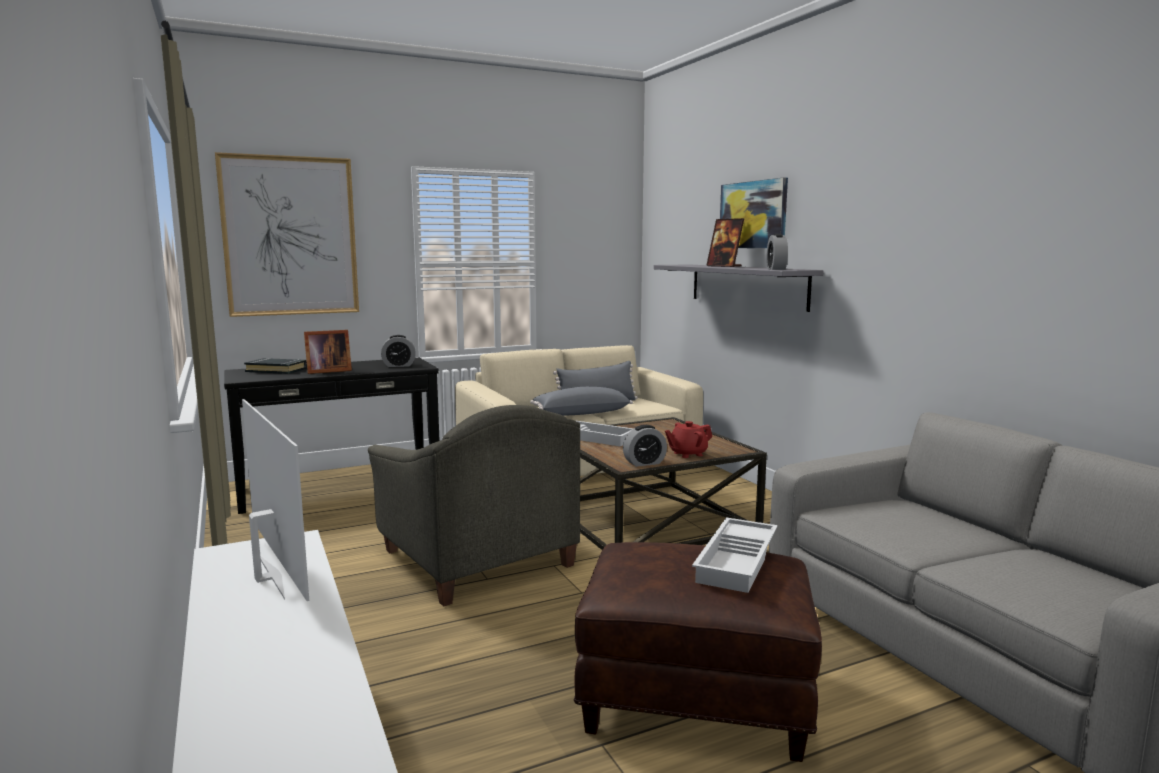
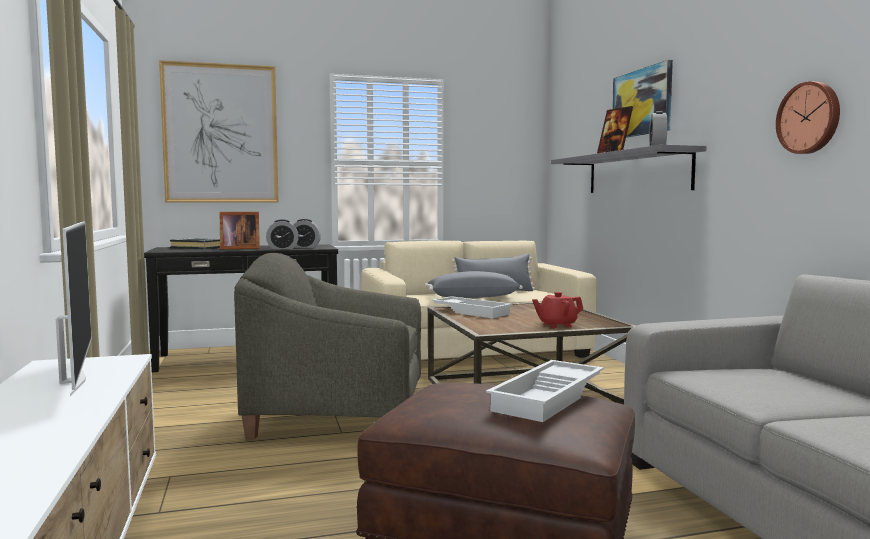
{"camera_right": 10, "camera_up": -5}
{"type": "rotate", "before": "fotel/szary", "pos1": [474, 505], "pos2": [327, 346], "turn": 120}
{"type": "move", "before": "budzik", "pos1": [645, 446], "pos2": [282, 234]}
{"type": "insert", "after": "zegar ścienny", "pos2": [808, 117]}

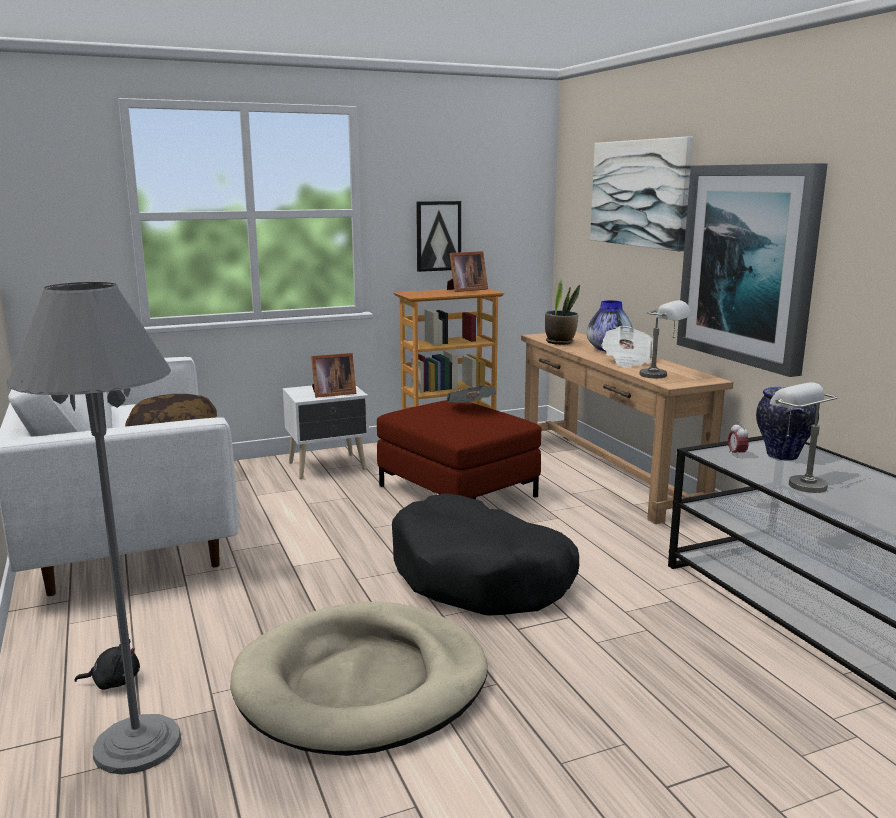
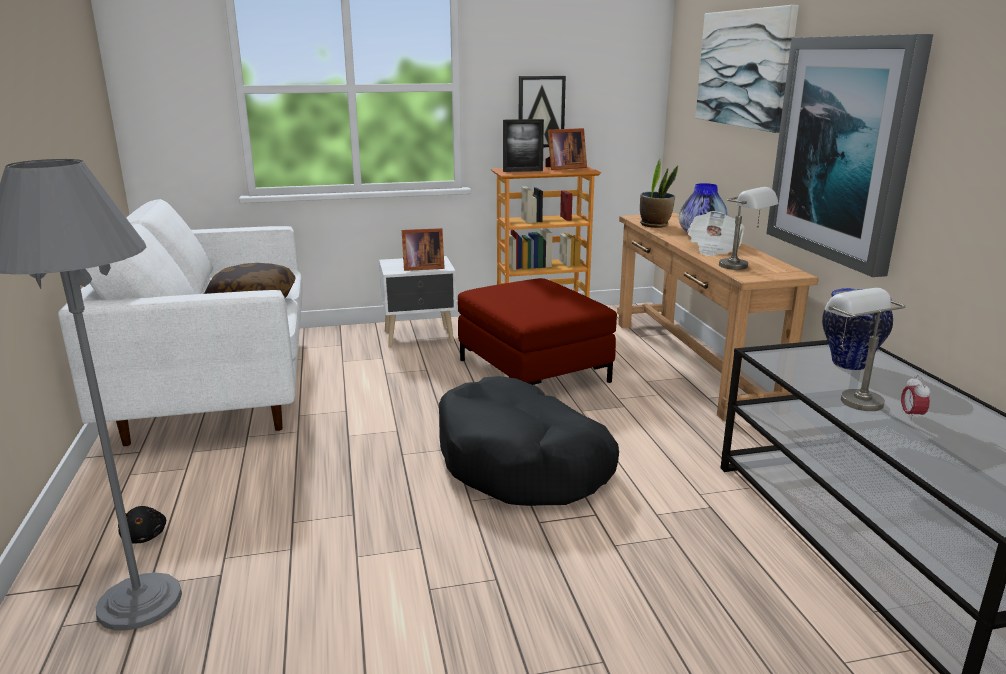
{"camera_right": 10, "camera_up": 5}
{"type": "delete", "before": "gazeta", "pos1": [471, 394]}
{"type": "move", "before": "budzik", "pos1": [738, 440], "pos2": [915, 398]}
{"type": "delete", "before": "legowisko/beżowy", "pos1": [359, 679]}
{"type": "rotate", "before": "pluszak/czarny", "pos1": [107, 664], "pos2": [142, 525], "turn": 60}
{"type": "insert", "after": "ramka na zdjęcie", "pos2": [523, 145]}

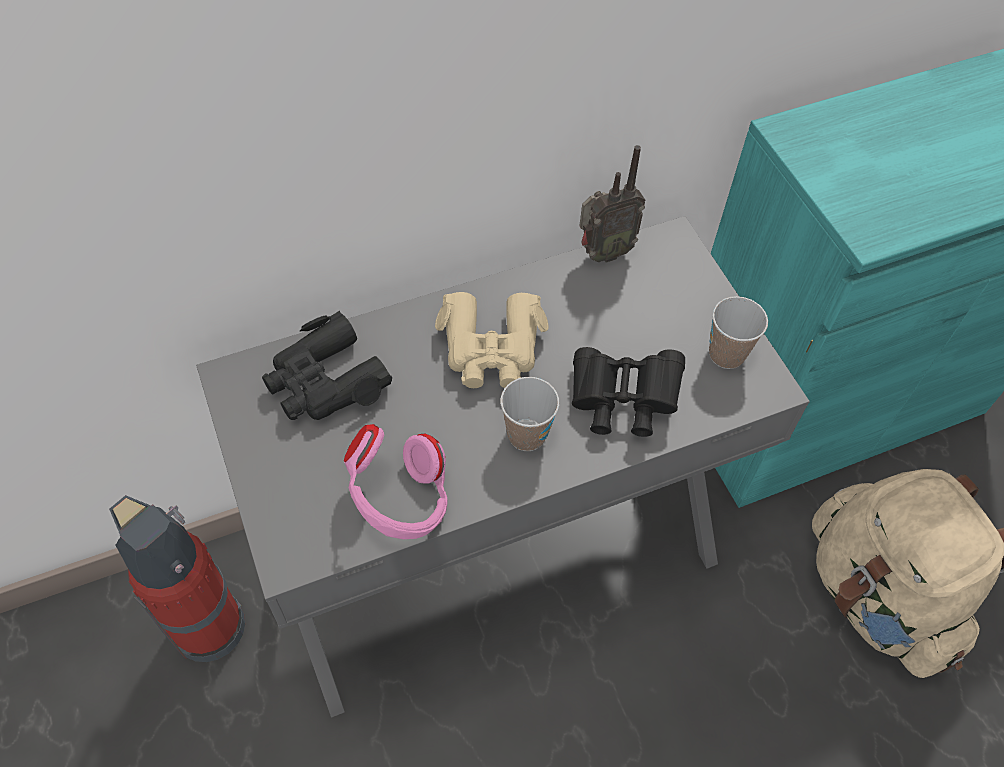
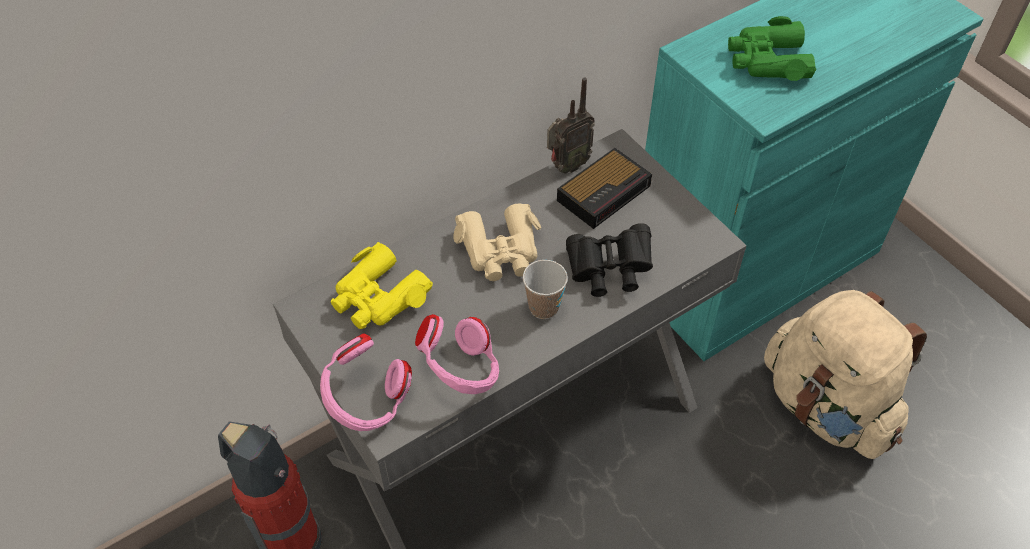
{"camera_right": -10, "camera_up": -5}
{"type": "delete", "before": "filiżanka", "pos1": [738, 332]}
{"type": "recolor", "before": "lornetka/czarny", "after": "lornetka/żółty", "pos1": [327, 365], "pos2": [382, 285]}
{"type": "insert", "after": "lornetka/zielony", "pos2": [772, 48]}
{"type": "insert", "after": "budzik", "pos2": [604, 188]}
{"type": "insert", "after": "słuchawki/różowy", "pos2": [366, 382]}

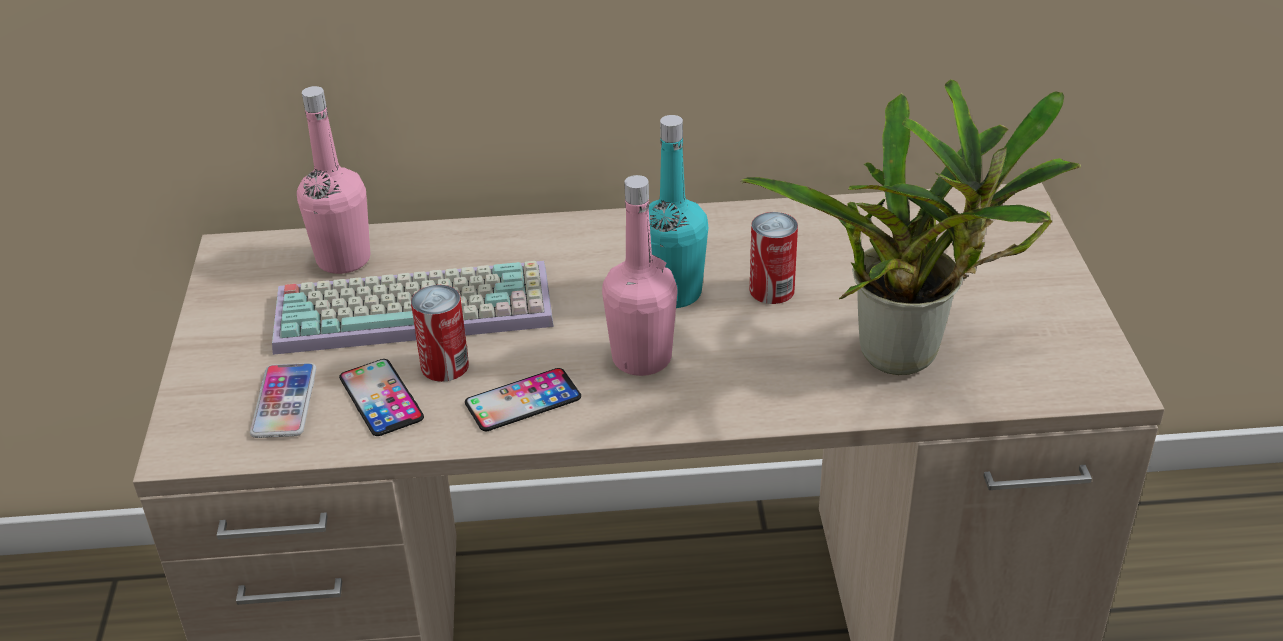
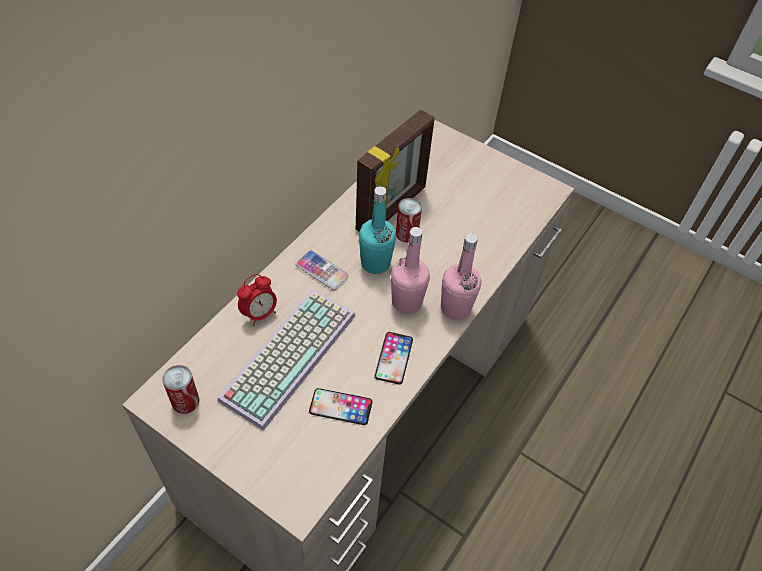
{"camera_right": -55, "camera_up": 15}
{"type": "delete", "before": "roślina doniczkowa", "pos1": [911, 227]}
{"type": "move", "before": "butelka/różowy", "pos1": [333, 180], "pos2": [461, 276]}
{"type": "move", "before": "puszka", "pos1": [440, 333], "pos2": [181, 389]}
{"type": "move", "before": "telefon", "pos1": [283, 400], "pos2": [322, 270]}
{"type": "insert", "after": "ramka na zdjęcie", "pos2": [395, 171]}
{"type": "insert", "after": "budzik", "pos2": [257, 300]}

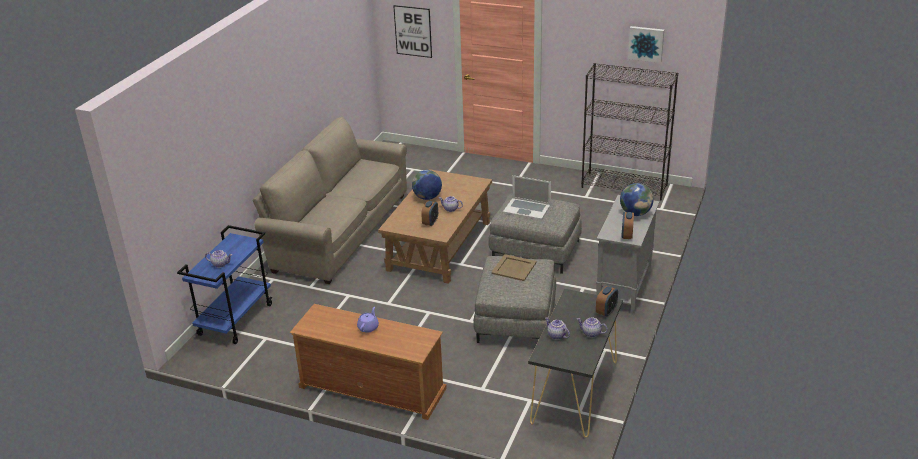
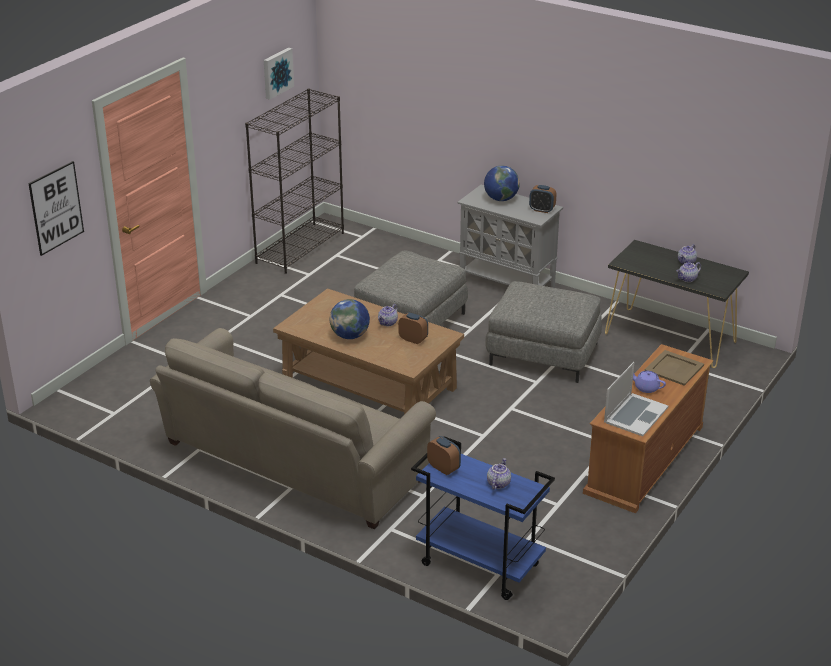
{"camera_right": -80, "camera_up": 0}
{"type": "move", "before": "laptop", "pos1": [527, 197], "pos2": [636, 399]}
{"type": "move", "before": "taca/beżowy", "pos1": [514, 267], "pos2": [674, 368]}
{"type": "move", "before": "budzik", "pos1": [607, 301], "pos2": [444, 455]}

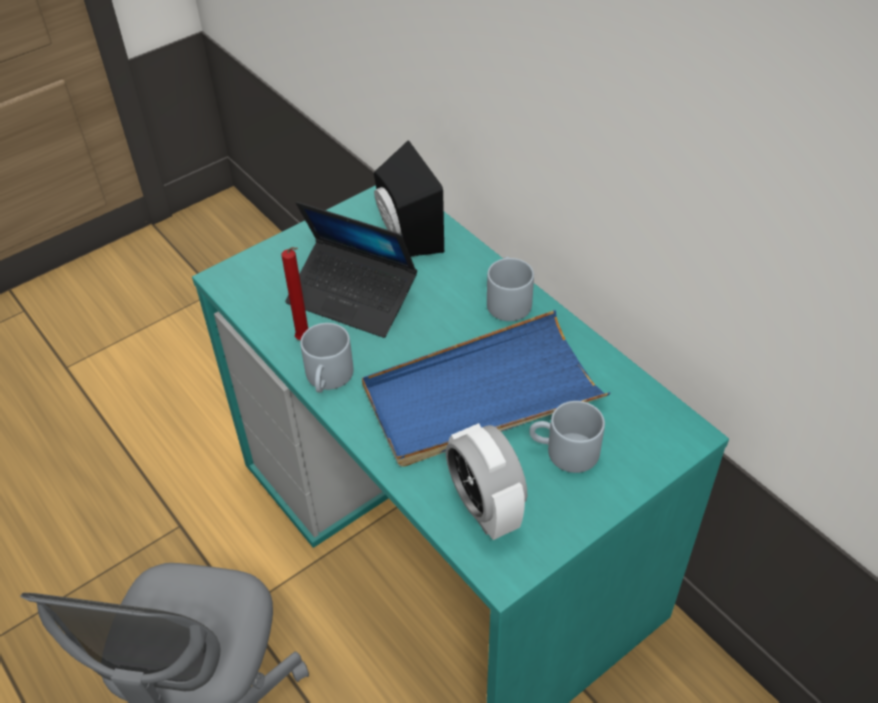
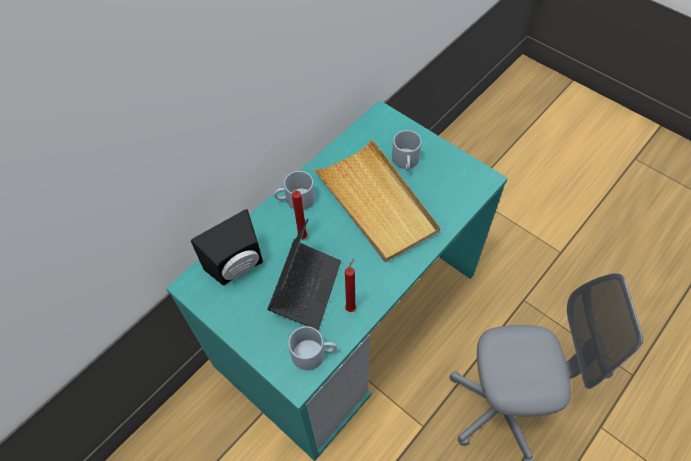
{"camera_right": -100, "camera_up": 10}
{"type": "recolor", "before": "taca/niebieski", "after": "taca/beżowy", "pos1": [486, 388], "pos2": [376, 200]}
{"type": "move", "before": "kubek/szary", "pos1": [327, 357], "pos2": [312, 348]}
{"type": "delete", "before": "budzik", "pos1": [486, 481]}
{"type": "insert", "after": "świeca/czerwony", "pos2": [300, 210]}

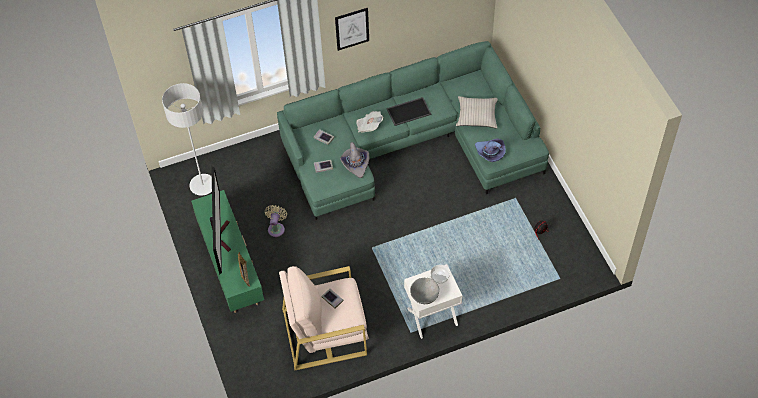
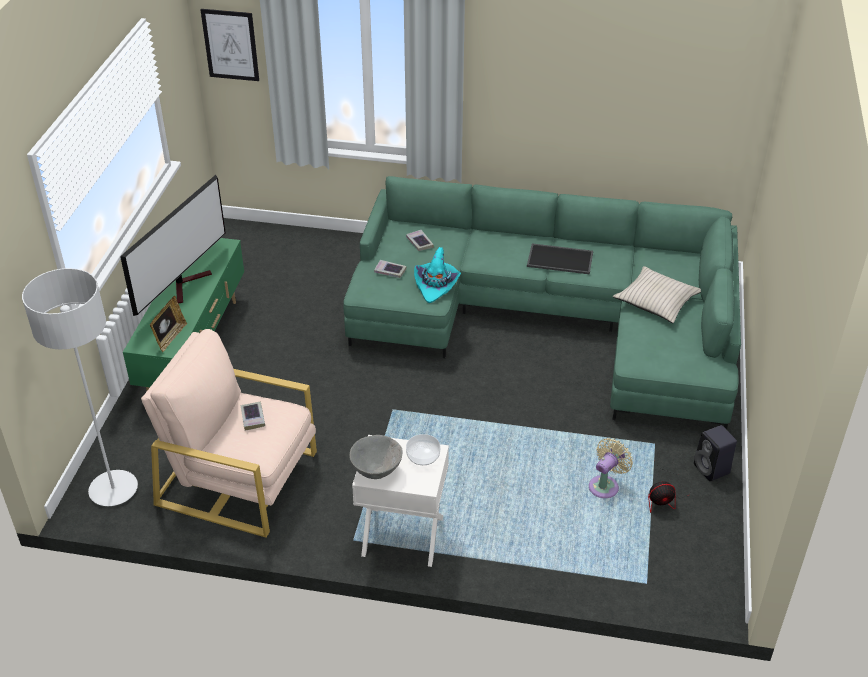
{"camera_right": 30, "camera_up": -15}
{"type": "move", "before": "obraz", "pos1": [352, 29], "pos2": [229, 45]}
{"type": "move", "before": "lampa stojąca/szary", "pos1": [187, 139], "pos2": [80, 387]}
{"type": "delete", "before": "gazeta", "pos1": [369, 122]}
{"type": "delete", "before": "kapelusz/fioletowy", "pos1": [490, 150]}
{"type": "recolor", "before": "kapelusz/szary", "after": "kapelusz/turkusowy", "pos1": [354, 160], "pos2": [437, 275]}
{"type": "move", "before": "wentylator/beżowy", "pos1": [276, 221], "pos2": [611, 468]}
{"type": "insert", "after": "głośnik/czarny", "pos2": [715, 453]}

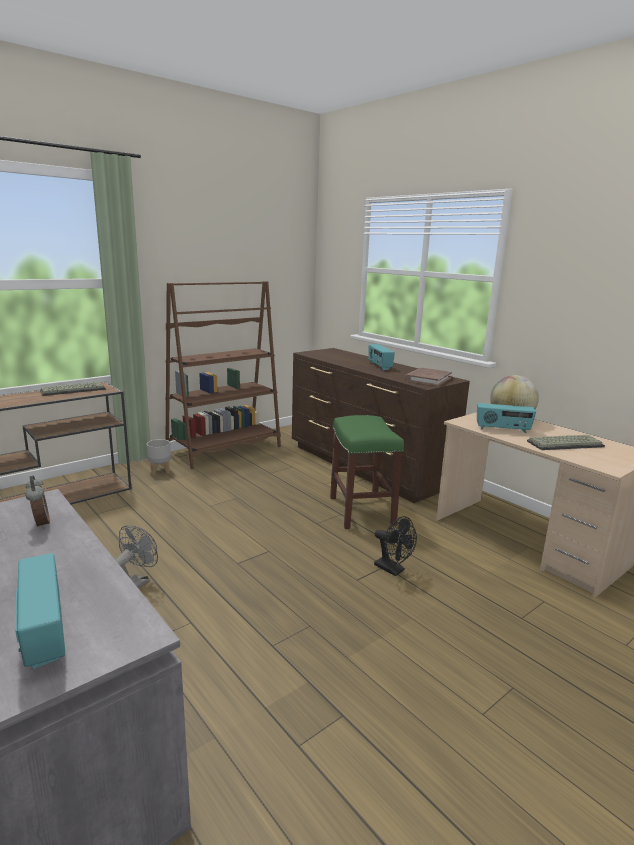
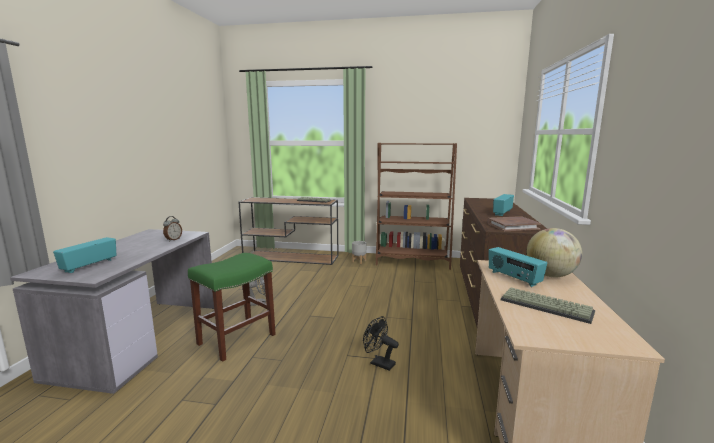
{"camera_right": 50, "camera_up": -5}
{"type": "move", "before": "stołek/zielony", "pos1": [367, 472], "pos2": [232, 307]}
{"type": "rotate", "before": "wentylator/czarny", "pos1": [395, 546], "pos2": [381, 343], "turn": 120}

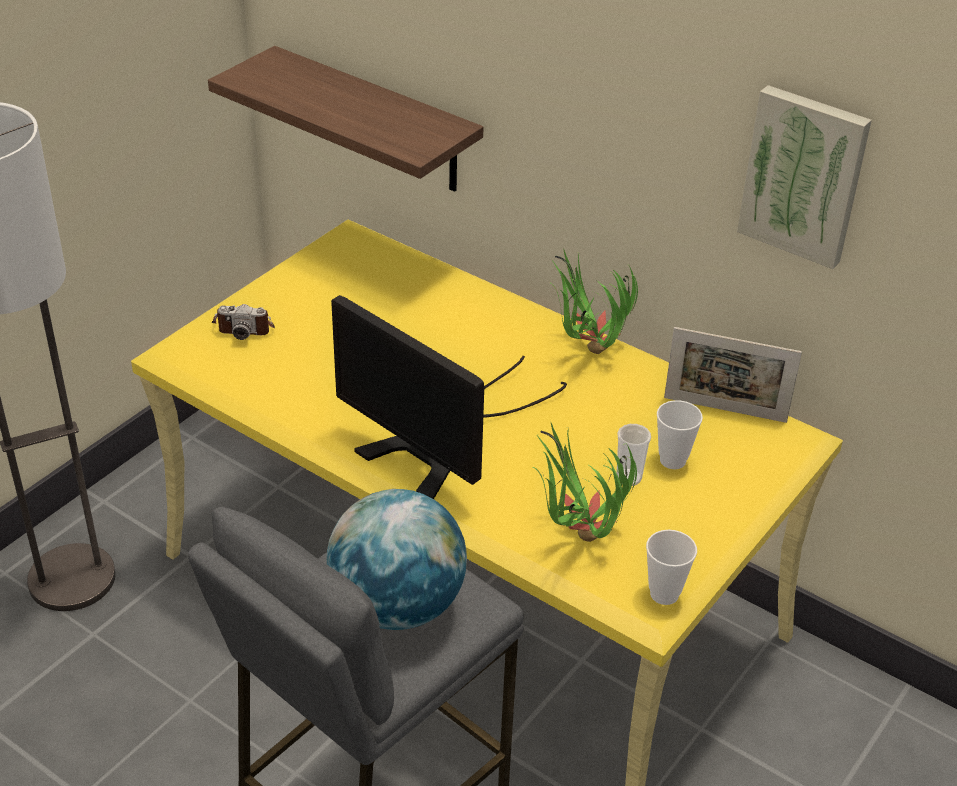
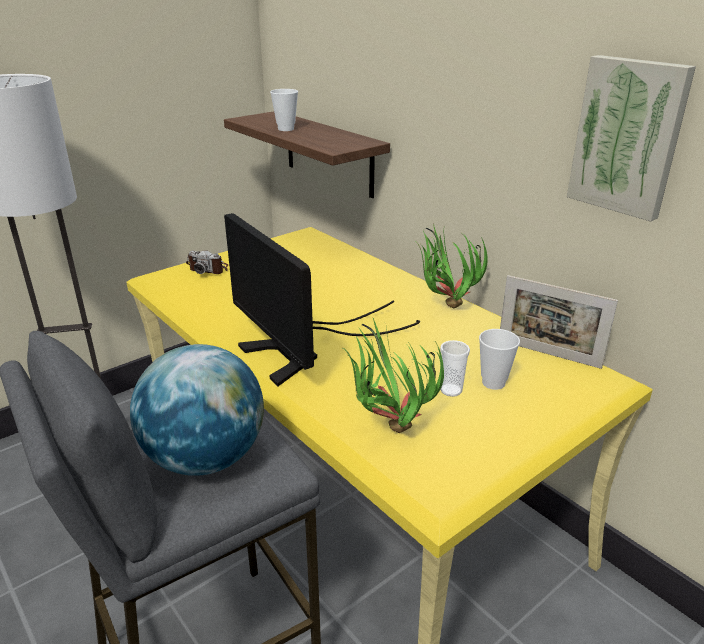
{"camera_right": 15, "camera_up": -10}
{"type": "move", "before": "filiżanka", "pos1": [671, 567], "pos2": [284, 110]}

